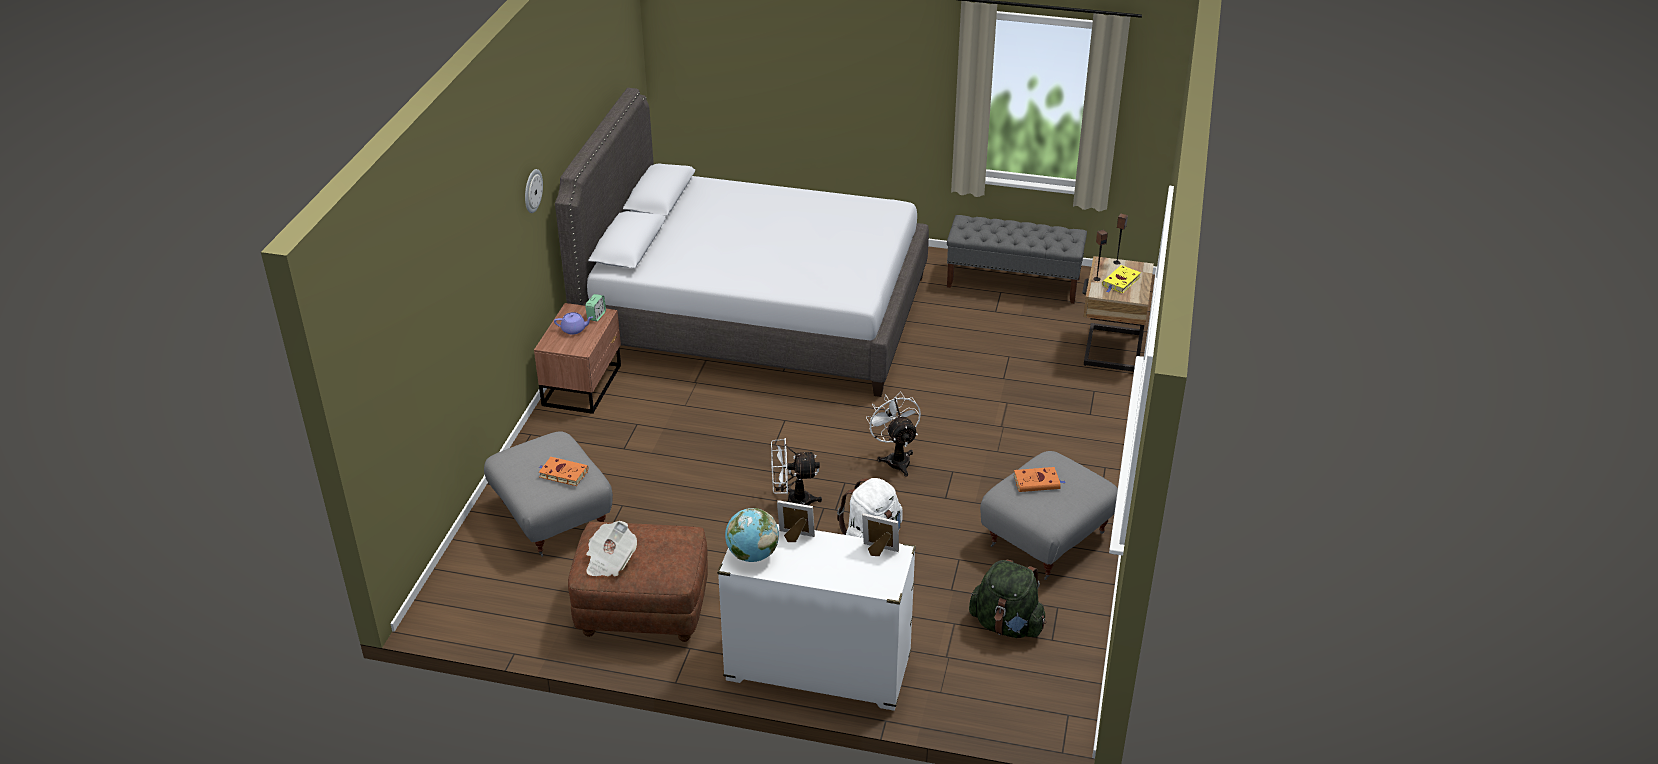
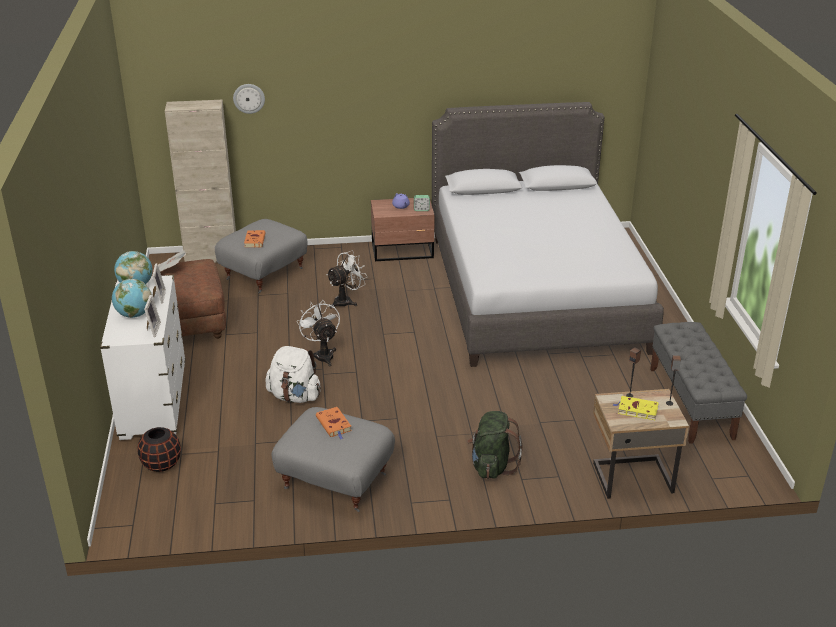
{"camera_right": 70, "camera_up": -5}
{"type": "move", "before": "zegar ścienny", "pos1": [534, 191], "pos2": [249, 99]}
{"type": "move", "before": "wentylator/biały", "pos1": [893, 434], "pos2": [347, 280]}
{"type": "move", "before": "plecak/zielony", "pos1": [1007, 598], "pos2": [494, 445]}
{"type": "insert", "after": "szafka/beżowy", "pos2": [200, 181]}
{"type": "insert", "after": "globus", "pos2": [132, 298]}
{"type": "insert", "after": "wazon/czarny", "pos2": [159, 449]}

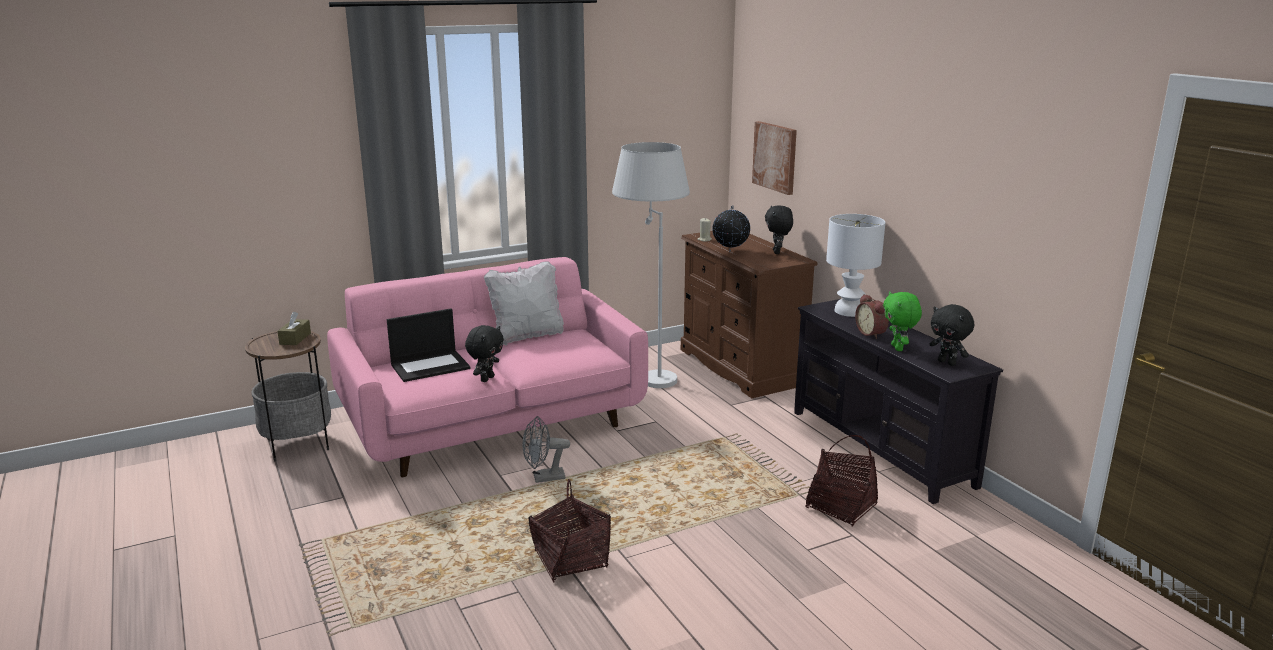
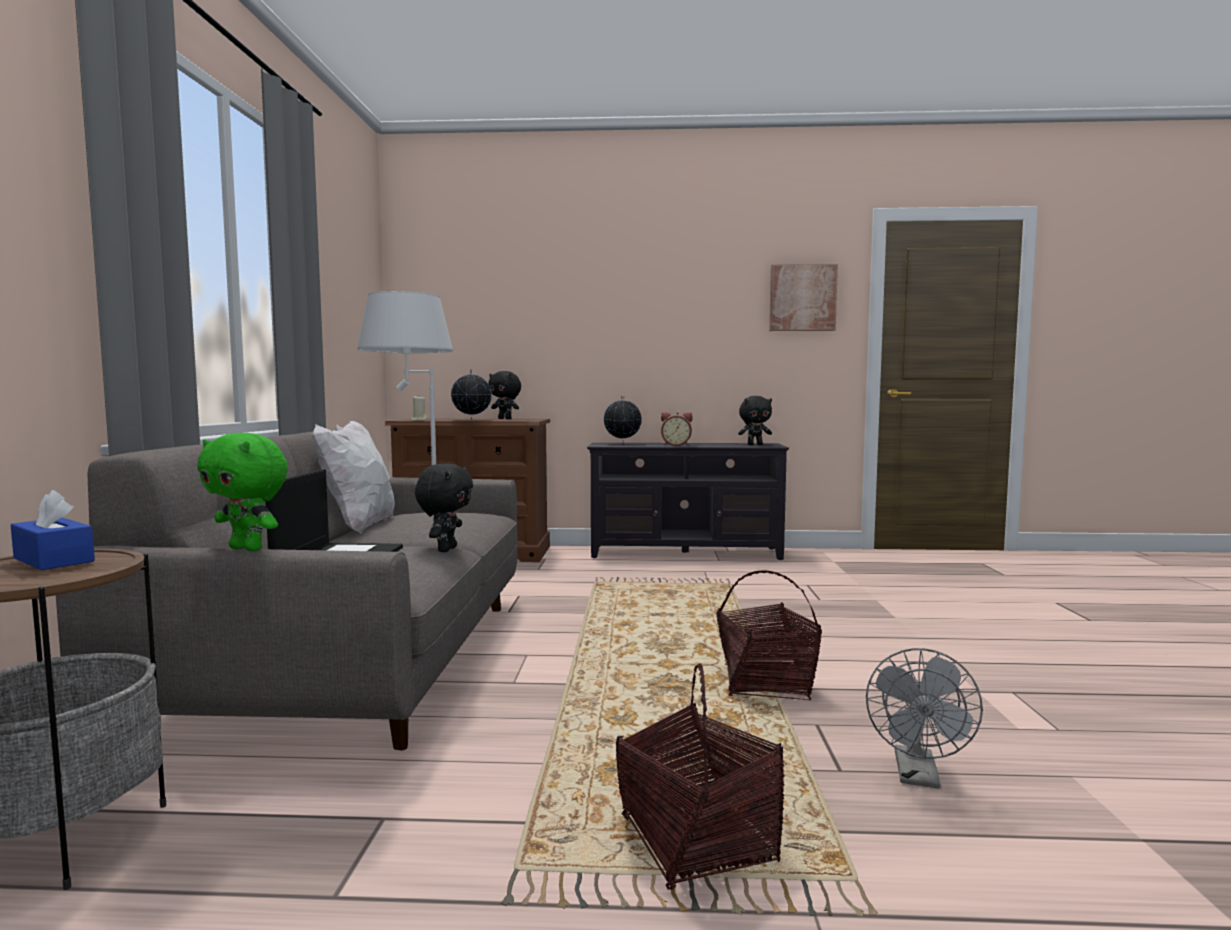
{"camera_right": -60, "camera_up": -15}
{"type": "move", "before": "obraz", "pos1": [774, 158], "pos2": [803, 297]}
{"type": "replace", "before": "lampa stołowa/biały", "after": "globus", "pos1": [855, 265], "pos2": [623, 420]}
{"type": "recolor", "before": "kanapa/różowy", "after": "kanapa/szary", "pos1": [487, 367], "pos2": [287, 589]}
{"type": "move", "before": "pluszak/zielony", "pos1": [902, 321], "pos2": [242, 492]}
{"type": "recolor", "before": "pudełko chusteczek/brązowy", "after": "pudełko chusteczek/niebieski", "pos1": [294, 328], "pos2": [53, 530]}
{"type": "rotate", "before": "pluszak/czarny", "pos1": [484, 353], "pos2": [444, 507], "turn": 45}
{"type": "move", "before": "wentylator/szary", "pos1": [546, 449], "pos2": [924, 718]}
{"type": "move", "before": "koszyk", "pos1": [841, 481], "pos2": [700, 776]}

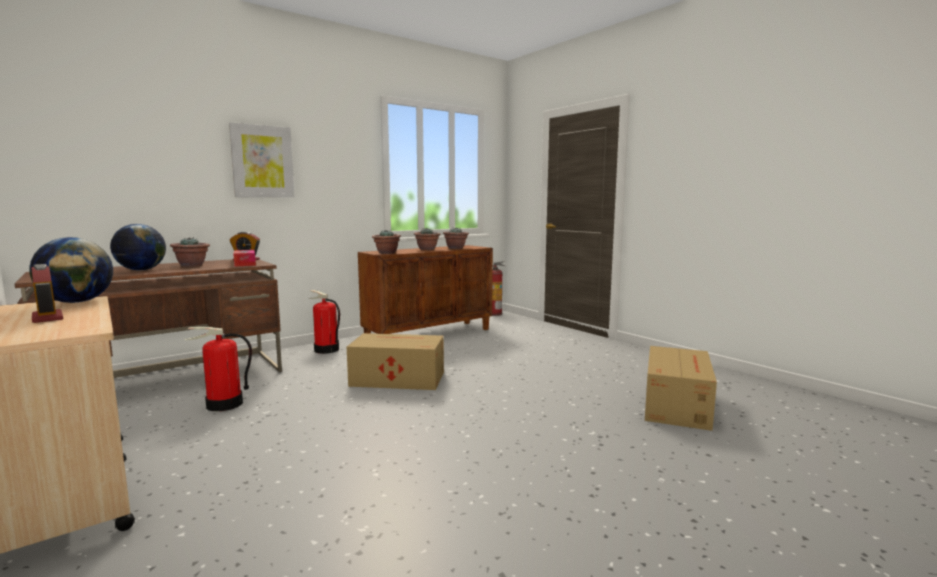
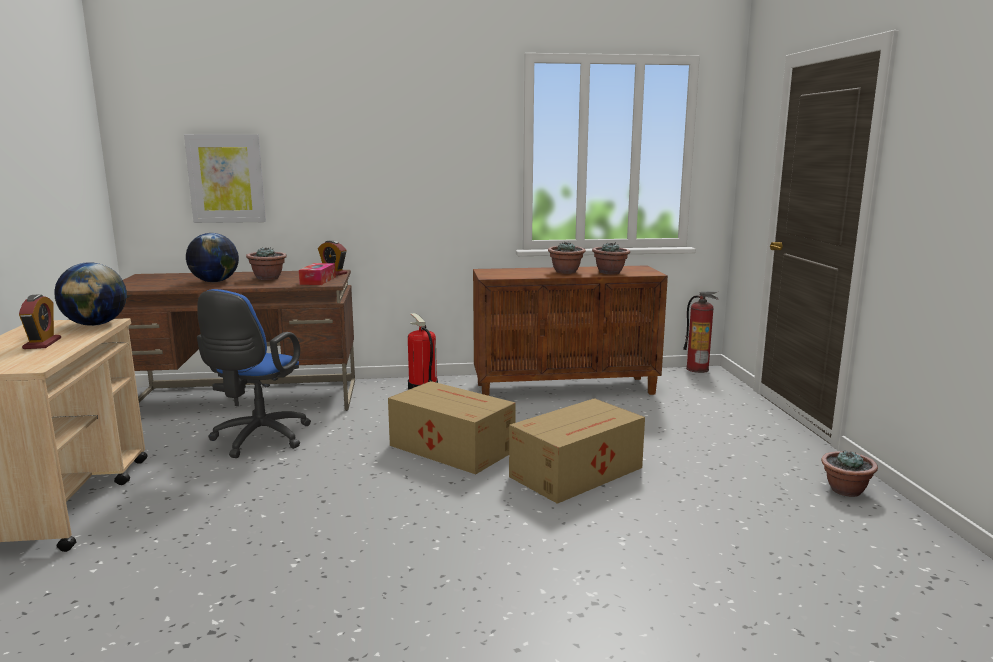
{"camera_right": 30, "camera_up": 5}
{"type": "move", "before": "obraz", "pos1": [262, 160], "pos2": [225, 178]}
{"type": "move", "before": "roślina doniczkowa", "pos1": [386, 242], "pos2": [849, 473]}
{"type": "replace", "before": "gaśnica", "after": "krzesło biurowe/niebieski", "pos1": [218, 368], "pos2": [254, 373]}
{"type": "move", "before": "karton", "pos1": [681, 388], "pos2": [577, 451]}

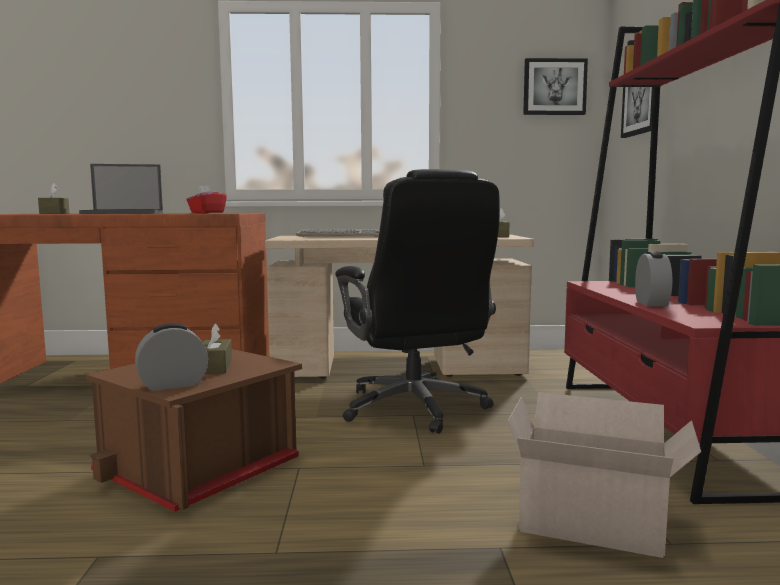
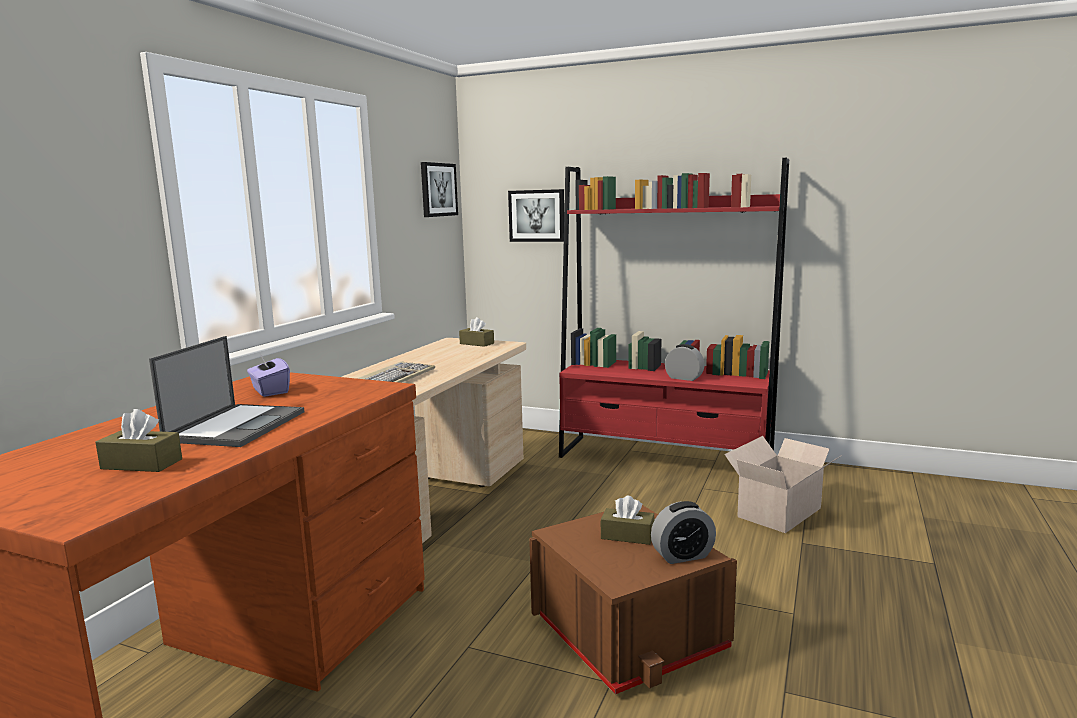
{"camera_right": -65, "camera_up": 5}
{"type": "delete", "before": "krzesło biurowe/czarny", "pos1": [417, 301]}
{"type": "recolor", "before": "pudełko chusteczek/czerwony", "after": "pudełko chusteczek/fioletowy", "pos1": [206, 199], "pos2": [268, 375]}
{"type": "rotate", "before": "budzik", "pos1": [171, 357], "pos2": [683, 532], "turn": -105}

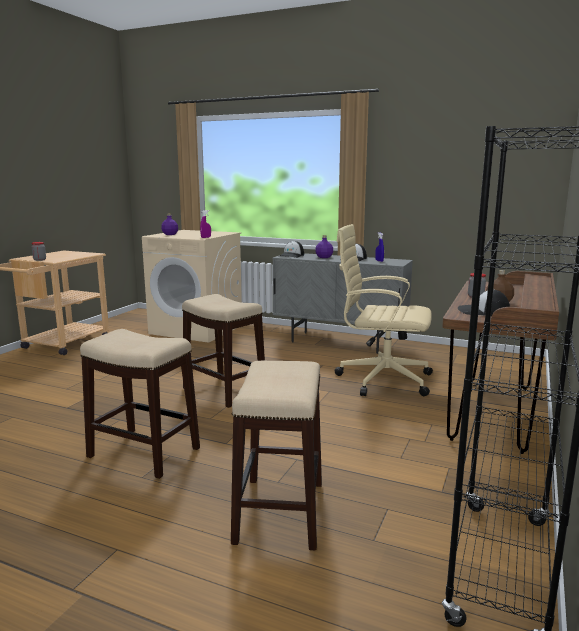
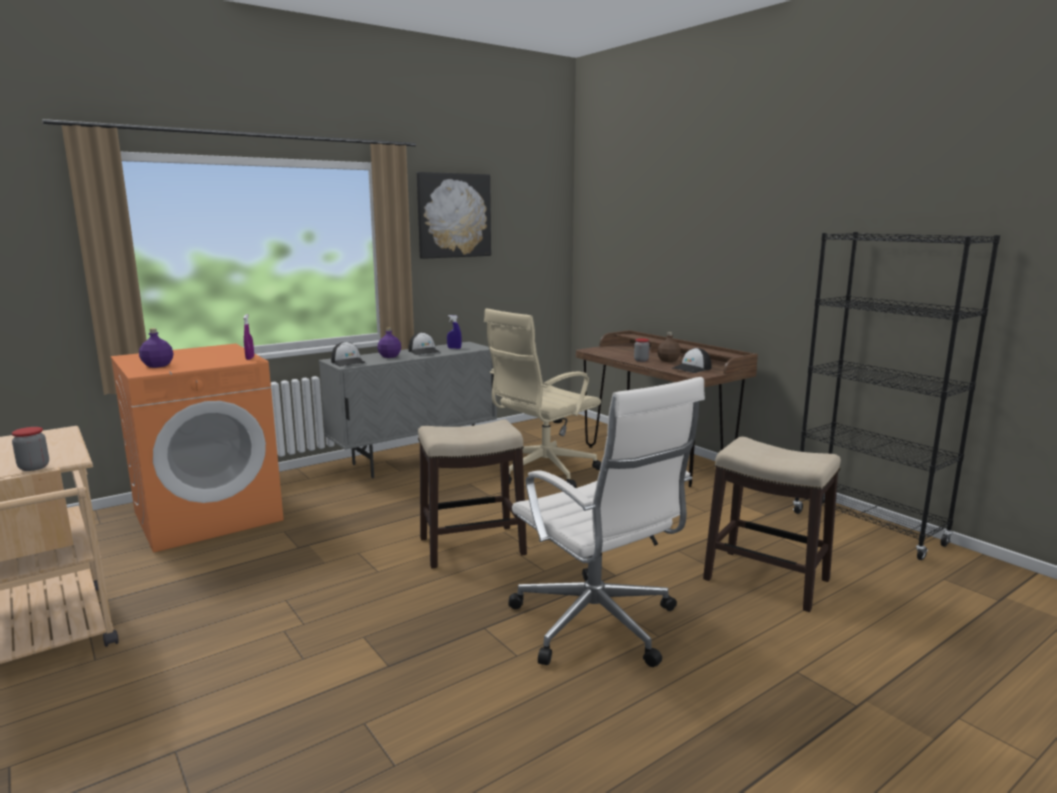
{"camera_right": -60, "camera_up": 0}
{"type": "recolor", "before": "pralka/beżowy", "after": "pralka/pomarańczowy", "pos1": [192, 286], "pos2": [197, 448]}
{"type": "replace", "before": "stołek", "after": "krzesło biurowe/biały", "pos1": [140, 404], "pos2": [606, 522]}
{"type": "insert", "after": "obraz", "pos2": [454, 215]}

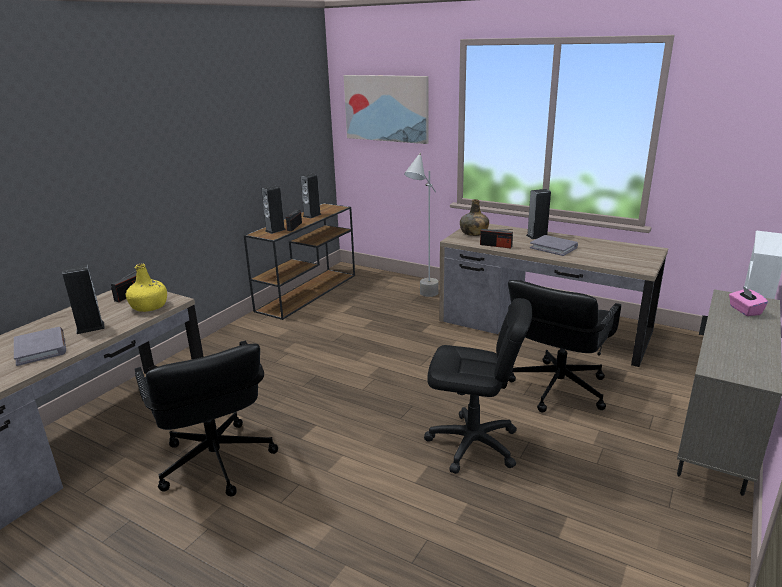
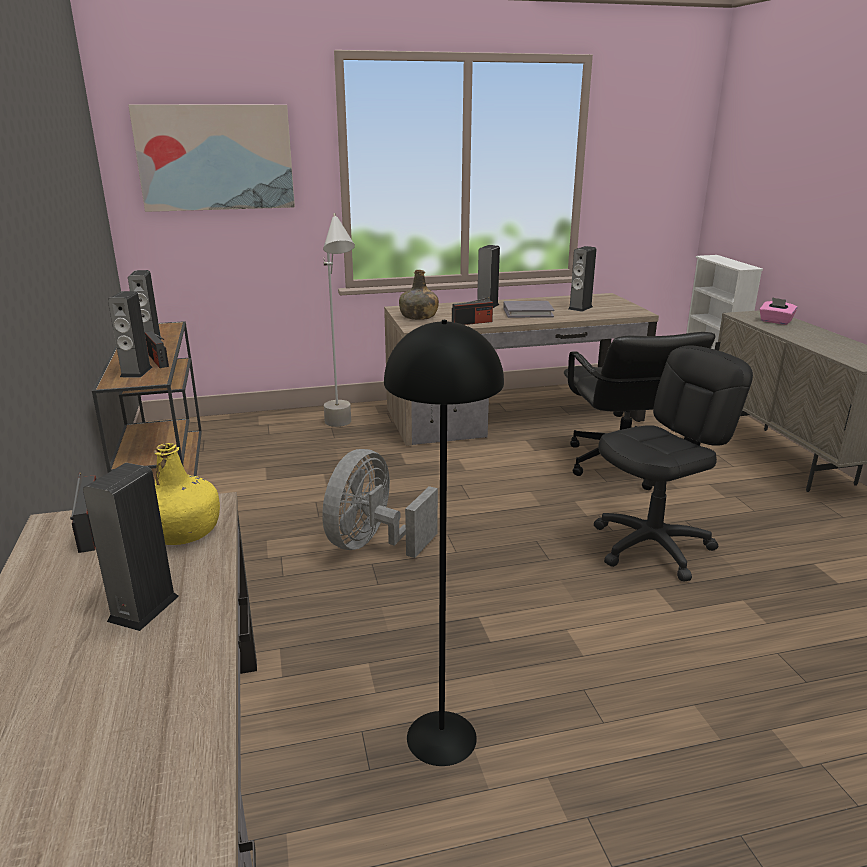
{"camera_right": -45, "camera_up": 0}
{"type": "delete", "before": "książka/szary", "pos1": [40, 346]}
{"type": "replace", "before": "krzesło biurowe/czarny", "after": "lampa stojąca/czarny", "pos1": [206, 419], "pos2": [444, 543]}
{"type": "insert", "after": "głośnik", "pos2": [582, 279]}
{"type": "insert", "after": "wentylator/szary", "pos2": [380, 503]}

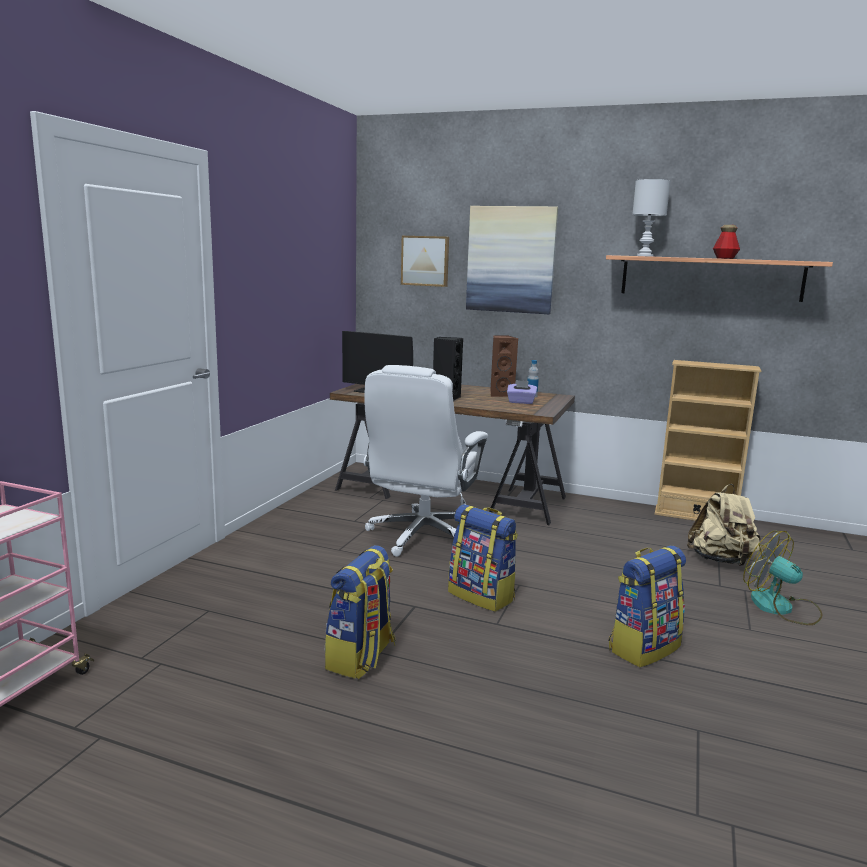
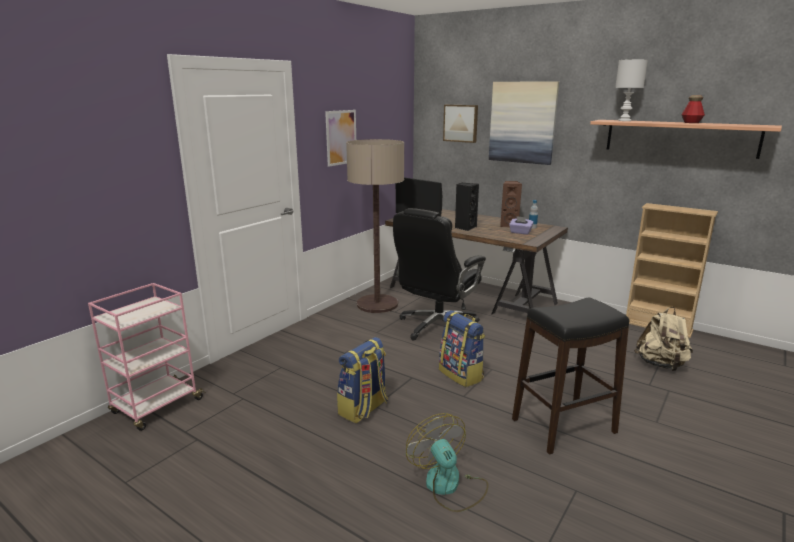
{"camera_right": 15, "camera_up": 5}
{"type": "recolor", "before": "krzesło biurowe/biały", "after": "krzesło biurowe/czarny", "pos1": [426, 461], "pos2": [439, 274]}
{"type": "move", "before": "wentylator", "pos1": [783, 578], "pos2": [447, 462]}
{"type": "replace", "before": "plecak", "after": "stołek/czarny", "pos1": [647, 606], "pos2": [570, 376]}
{"type": "insert", "after": "obraz", "pos2": [340, 138]}
{"type": "insert", "after": "lampa stojąca", "pos2": [375, 226]}

